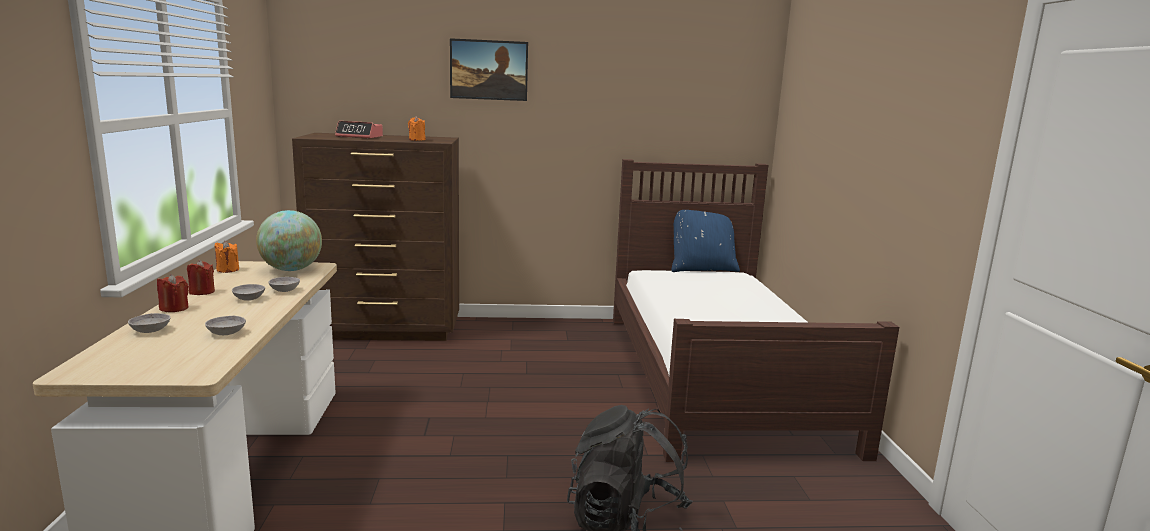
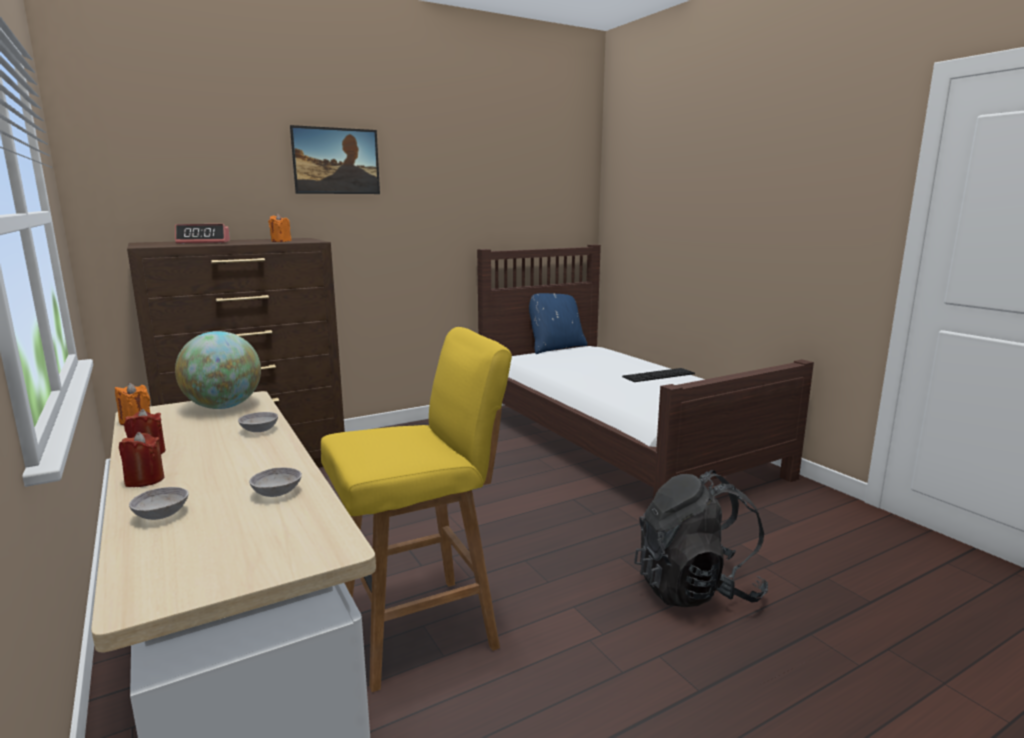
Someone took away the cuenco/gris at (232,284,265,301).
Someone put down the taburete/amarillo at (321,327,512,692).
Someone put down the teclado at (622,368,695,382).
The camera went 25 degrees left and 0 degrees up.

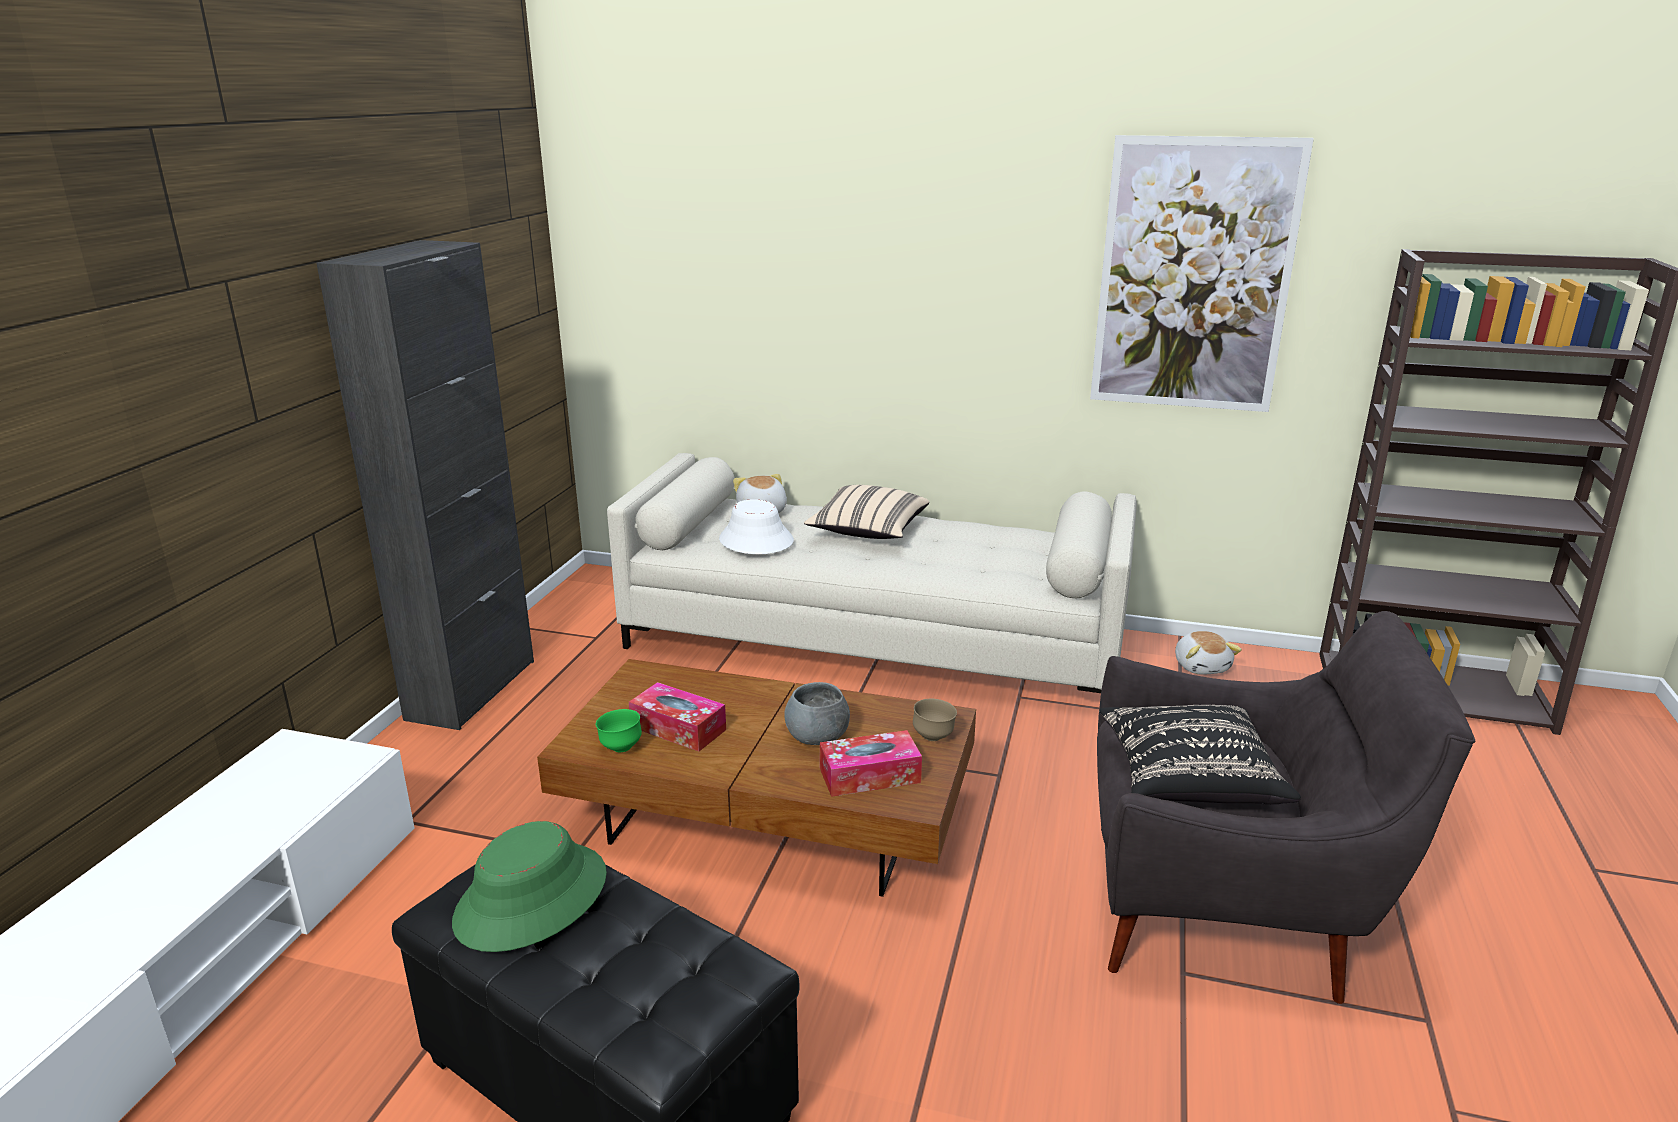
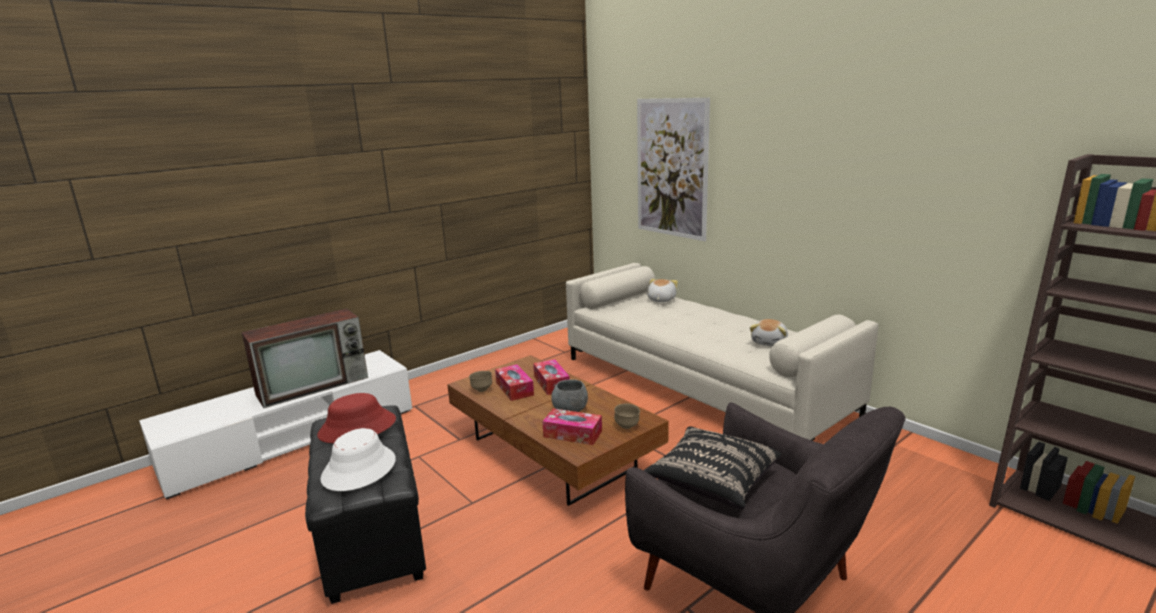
Someone took away the armario/negro at (317,240,534,730).
Someone took away the cojín/beis at (804,485,929,539).
Someone put down the televisor at (241,309,368,408).
Someone put down the caja de pañuelos at (533,359,570,395).
Someone carried the sombrero/blanco from (719,499,794,554) to (321,428,396,491).
Someone carried the cuadro from (1090,135,1314,412) to (637,98,710,241).
Someone carried the peluche from (1175,631,1242,675) to (750,319,788,346).
Someone repainted the sombrero/verde at (452,821,607,952), which became the sombrero/rojo at (317,393,396,444).
Someone repainted the cuenco/verde at (596,709,642,752), which became the cuenco/marrón at (469,371,492,392).
The camera went 35 degrees right and 5 degrees down.

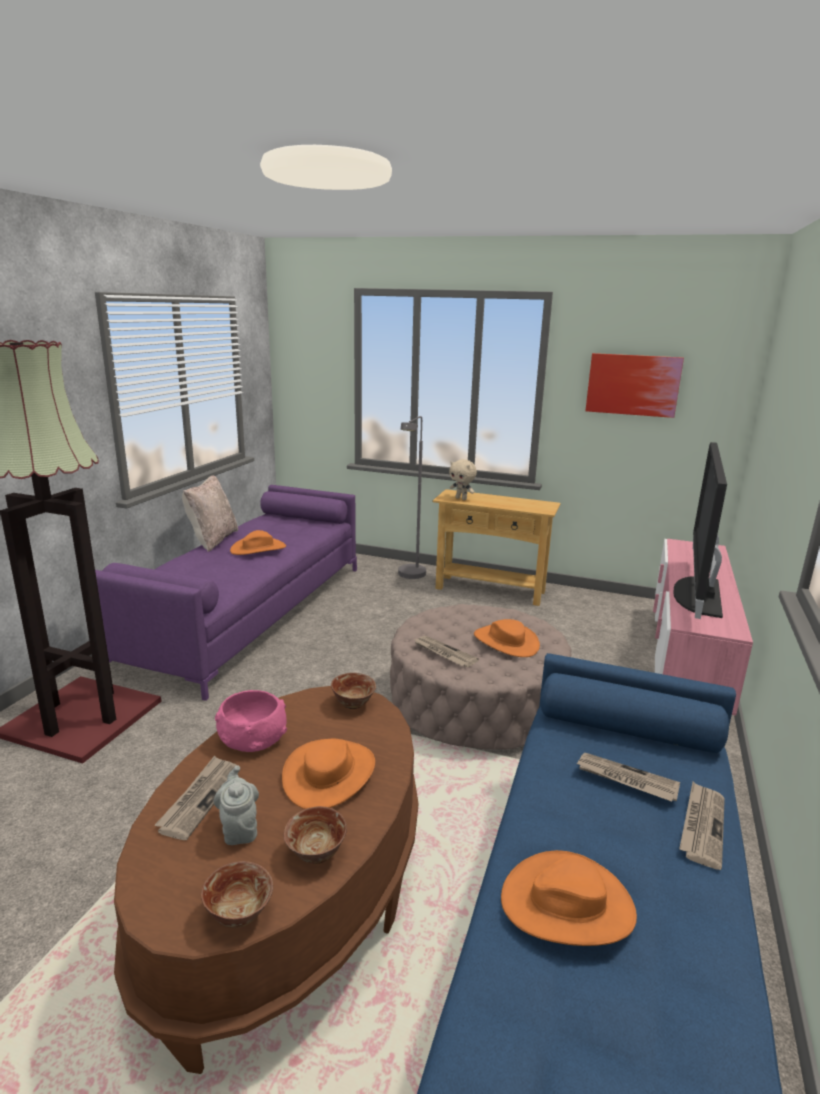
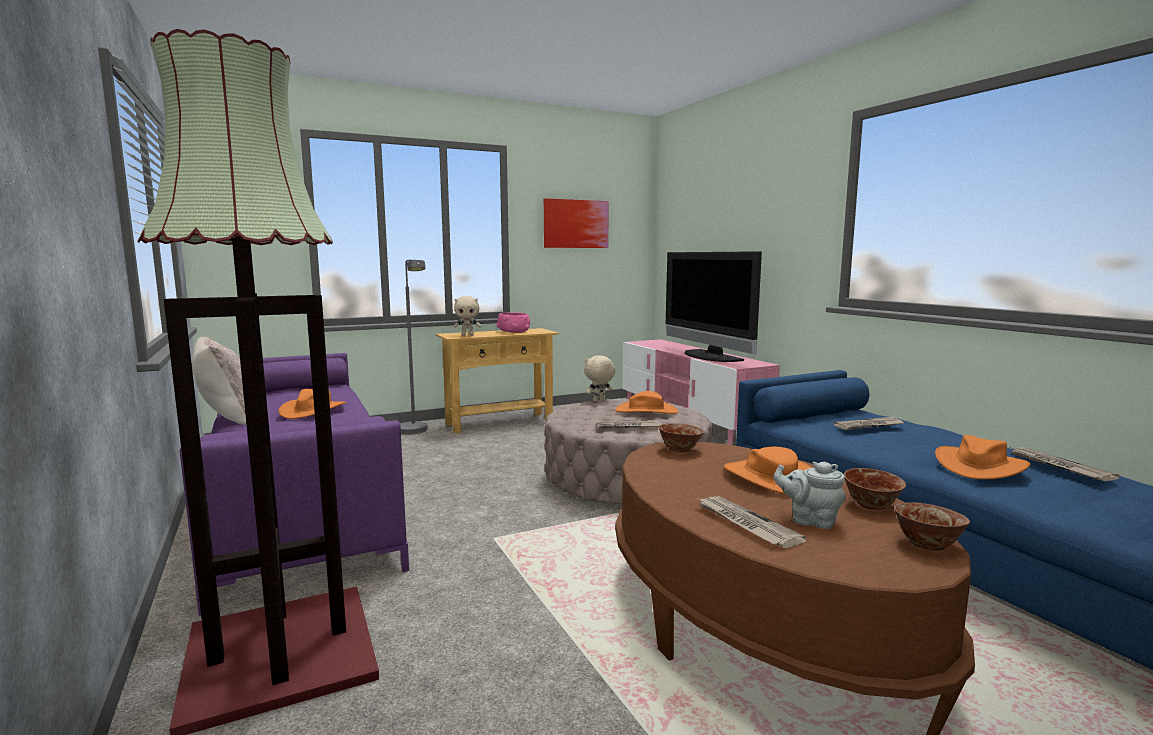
Someone put down the peluche/beis at (584,355,615,402).
Someone carried the cuenco/rosa from (215,690,287,752) to (496,312,530,333).
Someone carried the periódico from (679,782,725,870) to (1010,447,1120,481).
The camera went 45 degrees left and 10 degrees down.

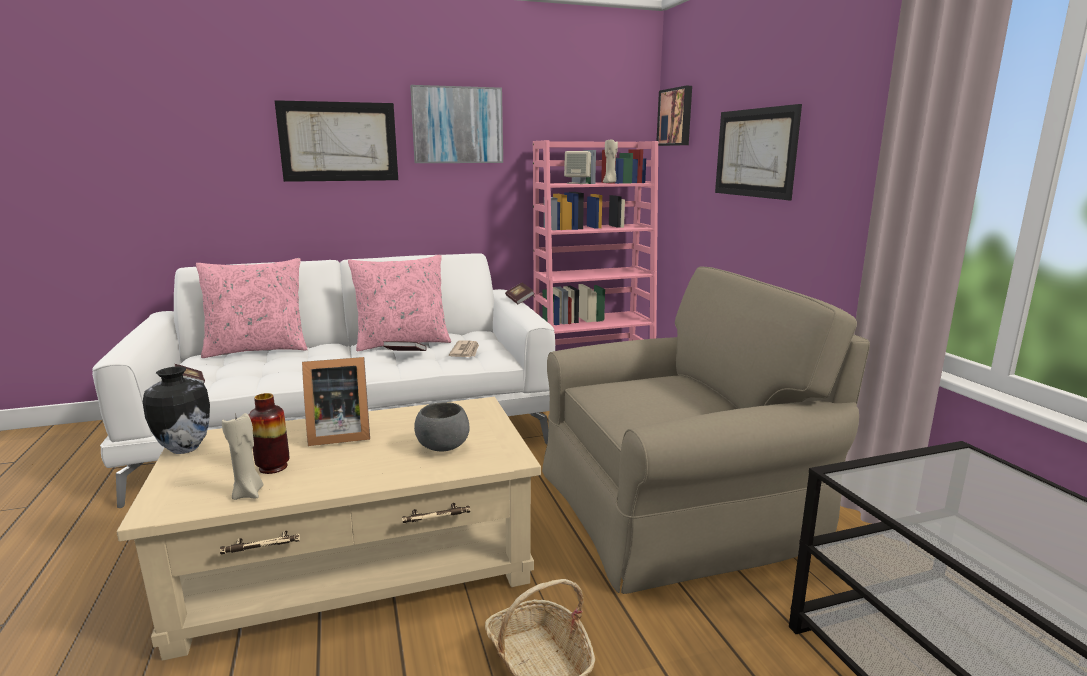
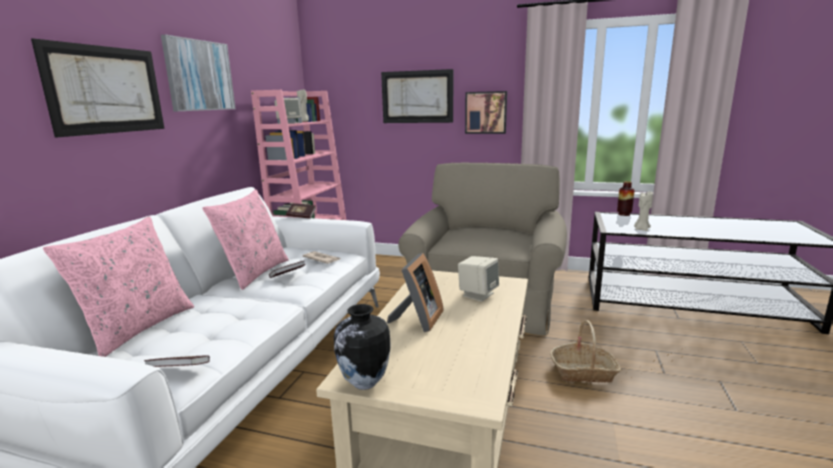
Someone carried the vela/beis from (222,413,264,500) to (634,191,653,231).
Someone carried the florero from (249,393,290,474) to (617,181,635,216).
Someone carried the cuadro from (657,86,692,146) to (465,91,507,134).
Someone swapped the cuenco/gris at (414,402,470,451) for the altavoz/beis at (458,256,499,302).
The camera went 55 degrees left and 0 degrees up.

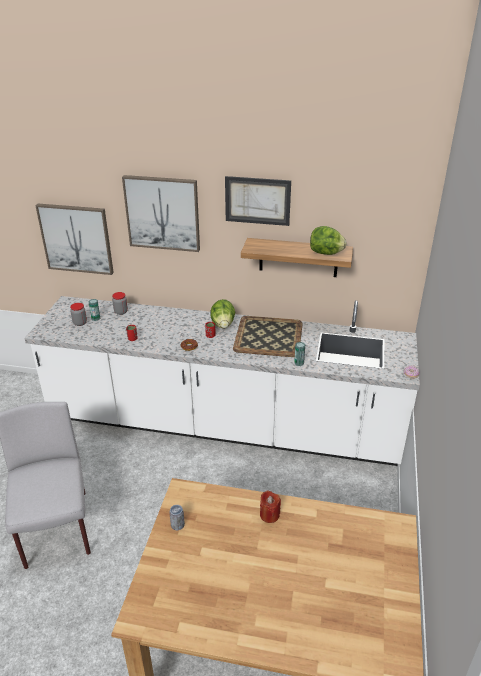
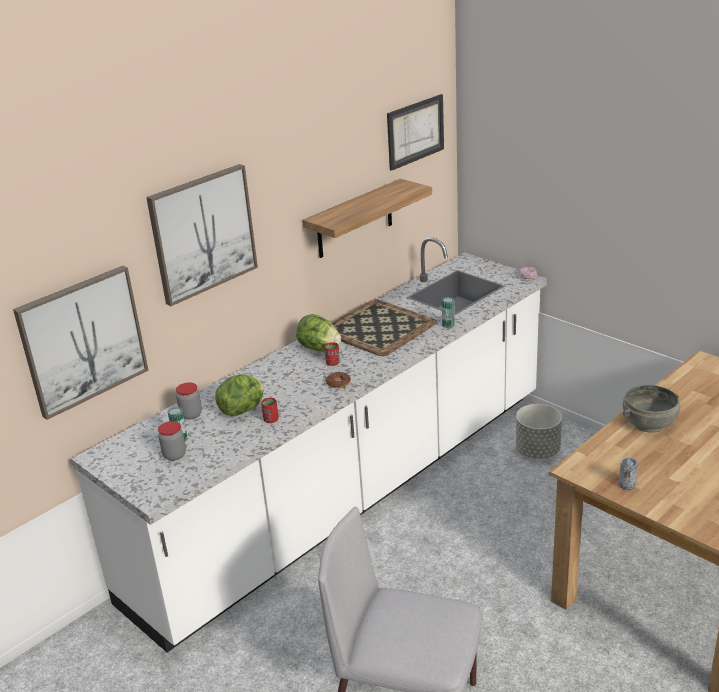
Someone put down the maceta/gris at (516,404,562,459).
Someone carried the cuadro from (225,176,291,226) to (387,94,444,171).
Someone carried the lechuga from (310,226,347,255) to (215,374,264,416).
Someone swapped the vela/rojo at (260,490,281,523) for the cuenco/gris at (623,385,680,433).
The camera went 55 degrees left and 5 degrees down.

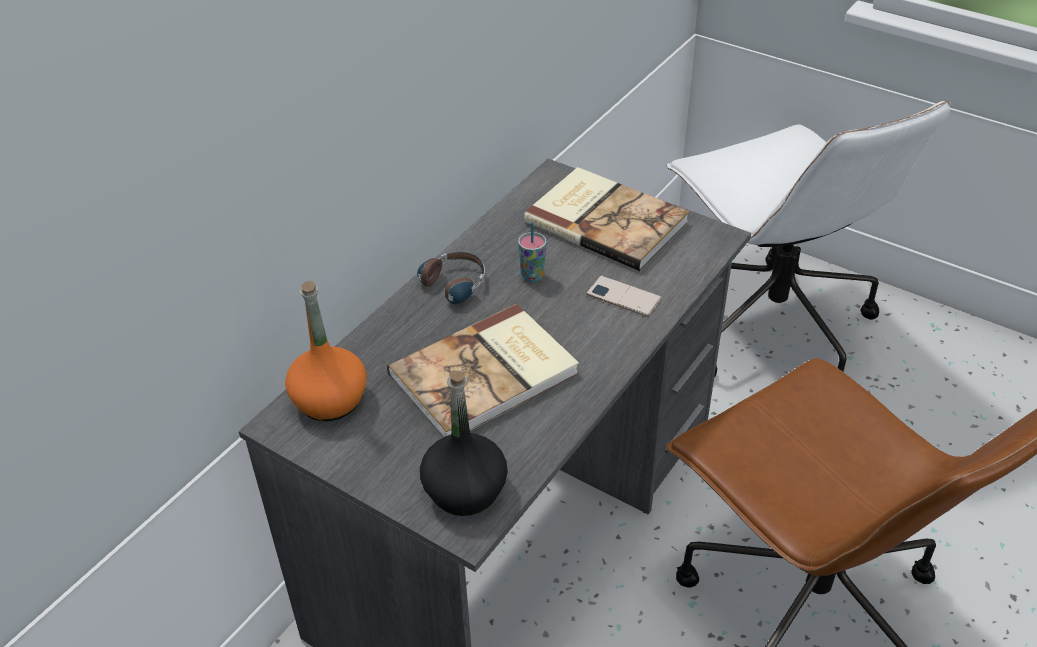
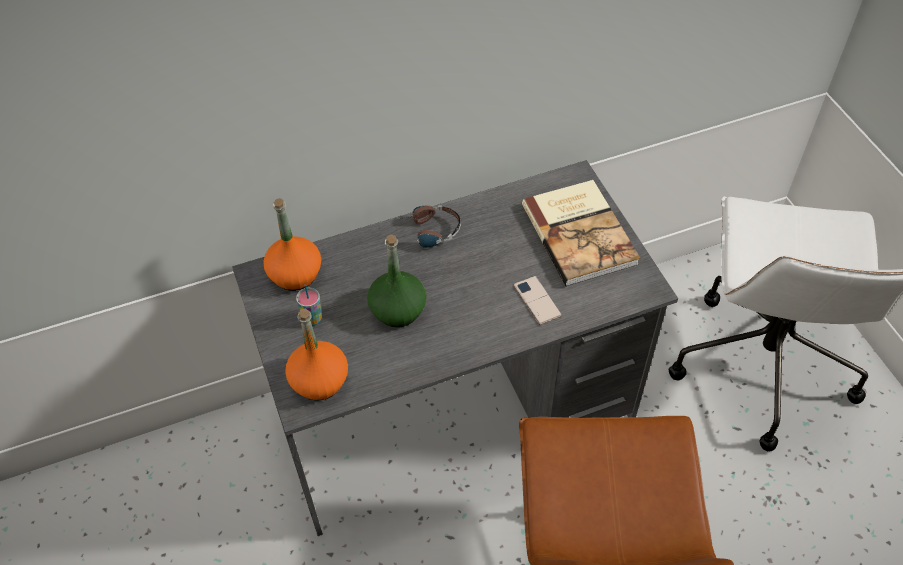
Someone carried the taza from (518,222,547,282) to (296,285,322,325).
Someone swapped the libro at (387,304,579,438) for the botella/verde at (367,234,427,327).
Someone repainted the botella/negro at (420,370,508,516), which became the botella/naranja at (285,308,348,400).
The camera went 35 degrees right and 10 degrees up.

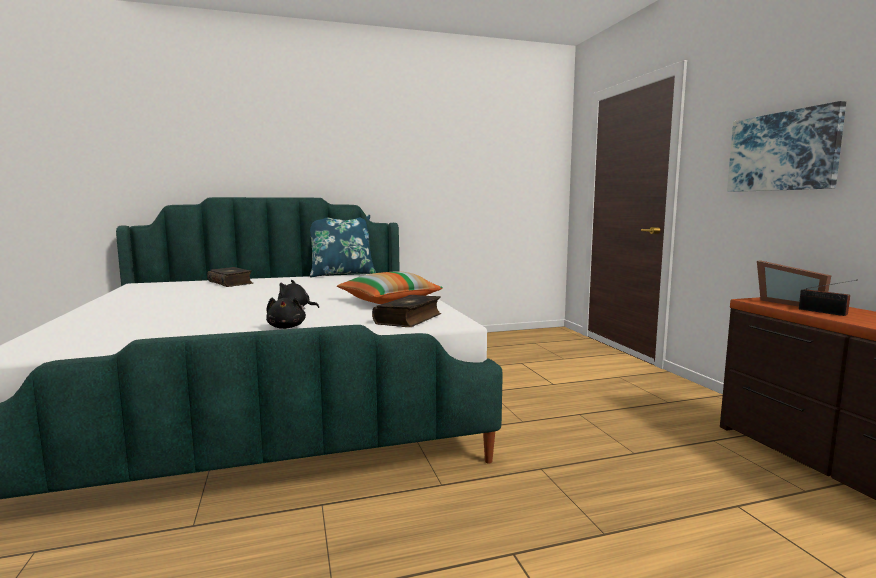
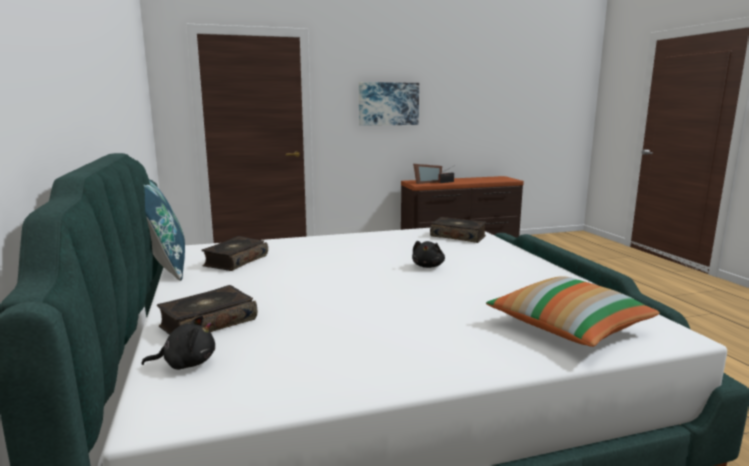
Someone put down the libro at (201,236,268,271).
Someone carried the peluche/negro from (266,297,306,329) to (141,315,215,370).
Someone carried the cojín from (337,271,443,304) to (486,276,660,347).
The camera went 90 degrees left and 5 degrees up.

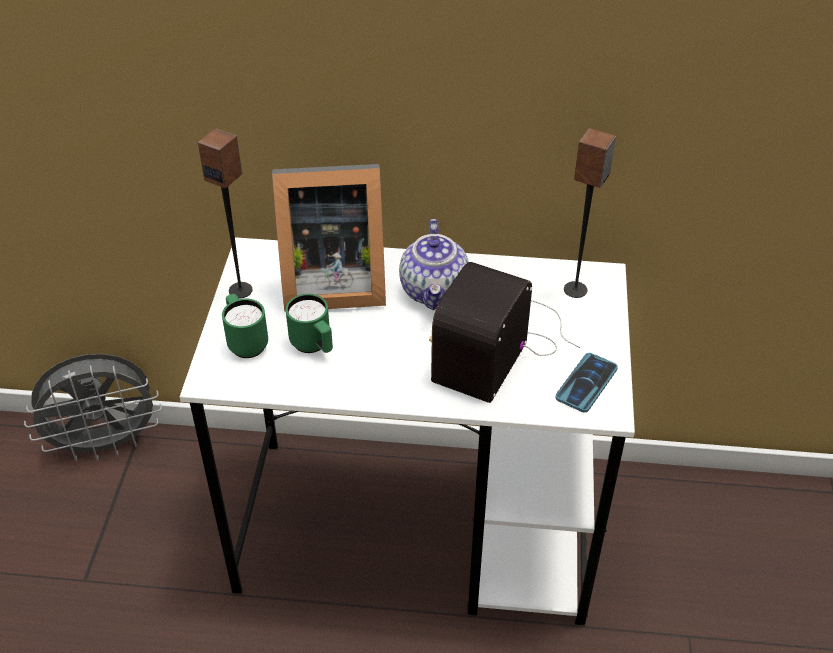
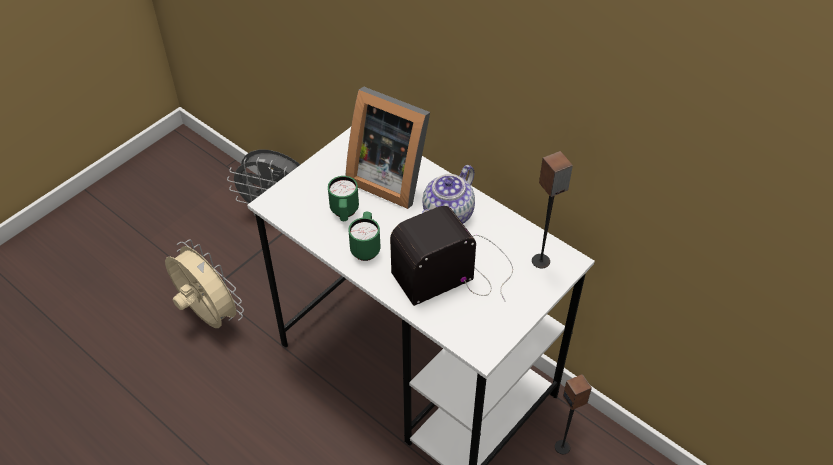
Someone took away the móvil at (555,353,618,412).
Someone put down the ventilador/beis at (165,239,244,328).
Someone carried the altavoz from (198,128,253,299) to (555,374,592,454).
Someone carried the taza grande/verde from (222,294,268,358) to (348,212,380,261).
The camera went 35 degrees right and 5 degrees up.

